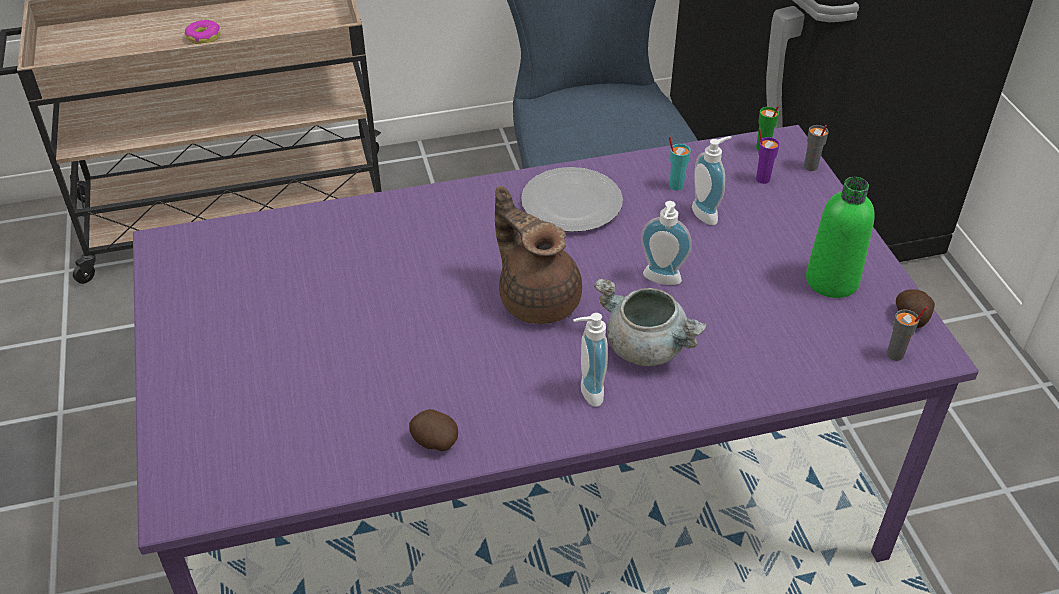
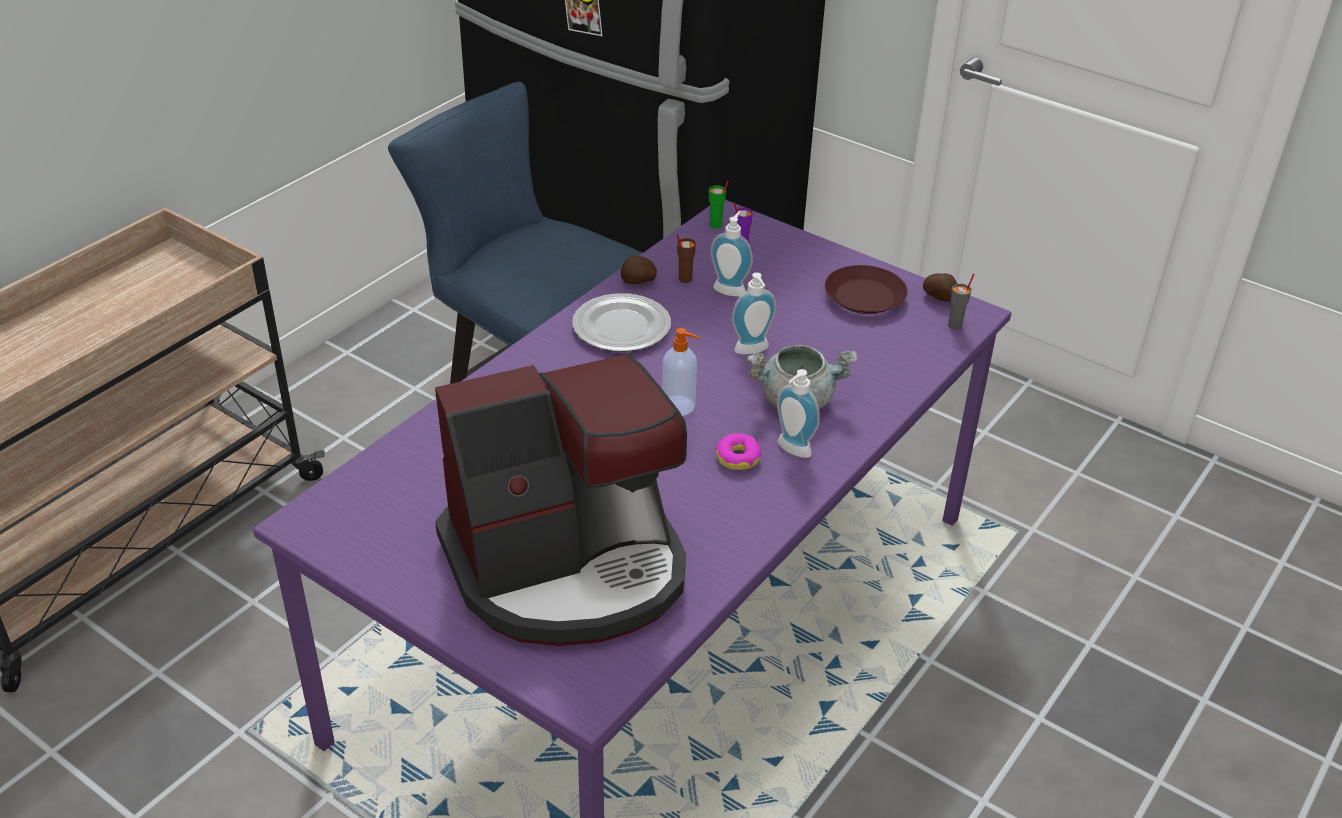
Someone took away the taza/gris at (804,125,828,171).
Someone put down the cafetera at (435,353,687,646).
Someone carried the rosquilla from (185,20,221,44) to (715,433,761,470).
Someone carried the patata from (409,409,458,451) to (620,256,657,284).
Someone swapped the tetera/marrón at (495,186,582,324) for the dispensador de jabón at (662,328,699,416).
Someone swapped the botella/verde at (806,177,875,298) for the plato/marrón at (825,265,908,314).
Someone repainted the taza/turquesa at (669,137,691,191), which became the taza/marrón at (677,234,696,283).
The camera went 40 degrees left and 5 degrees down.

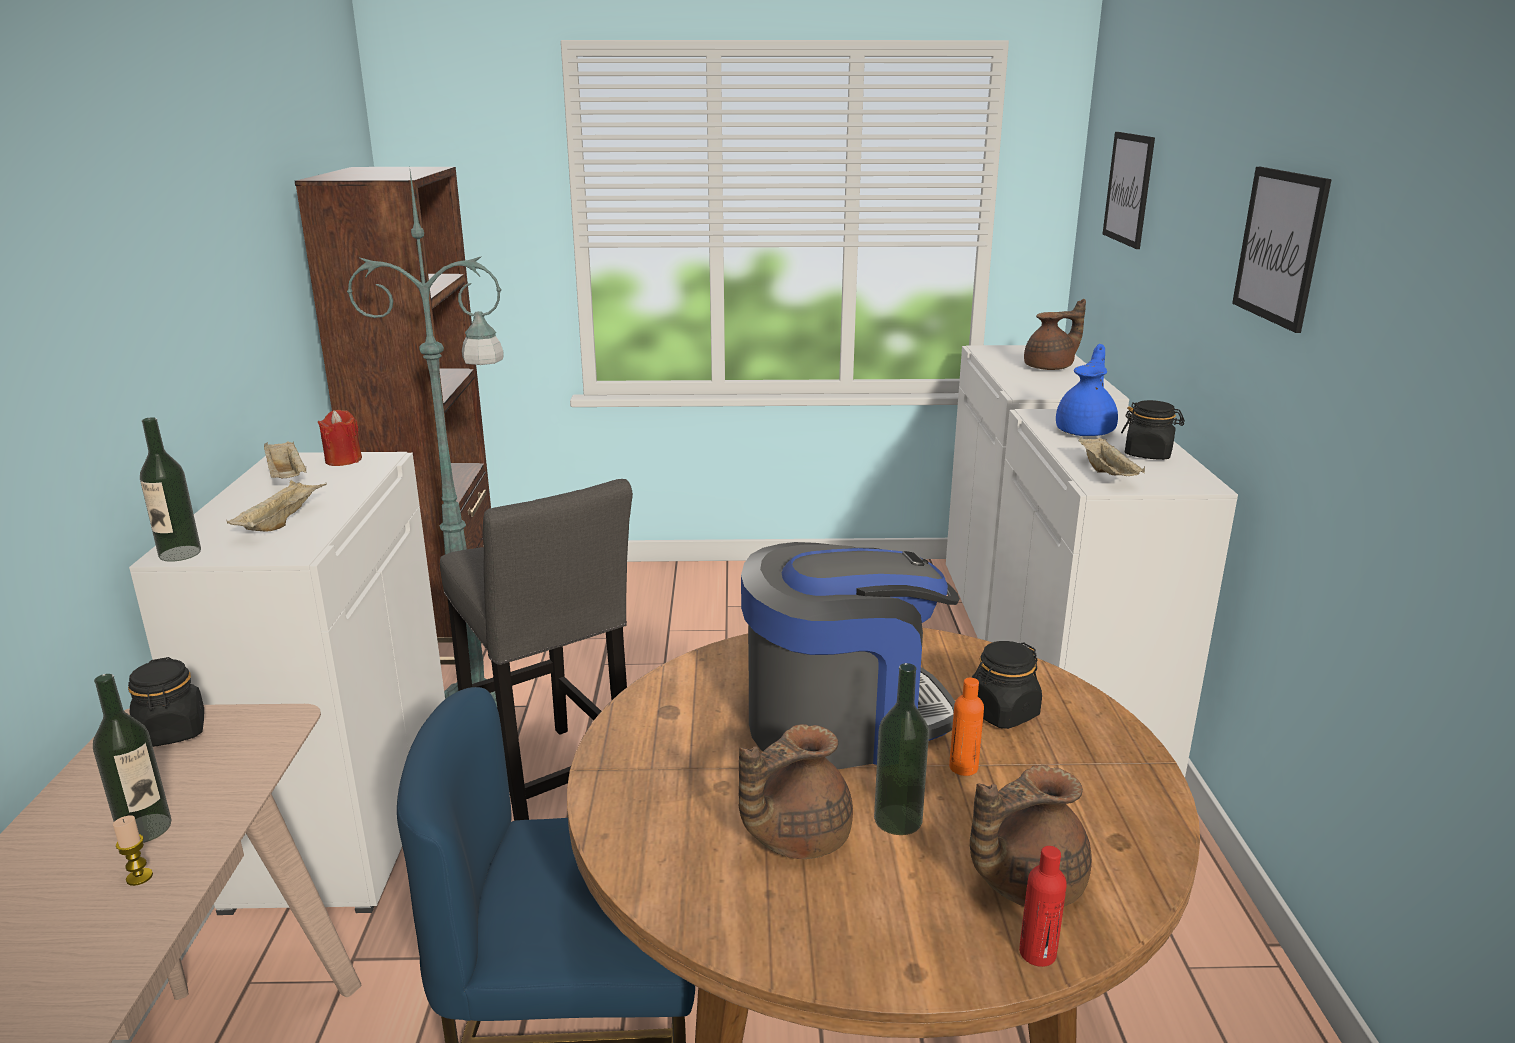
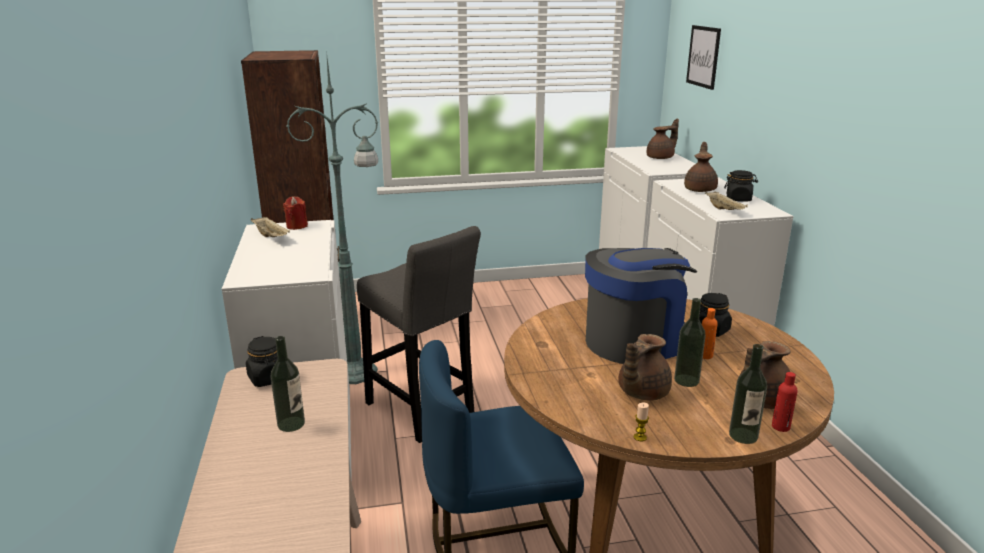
Someone took away the bandeja/beis at (227,480,326,532).
Someone took away the cuadro at (1232,167,1332,333).
Someone carried the vela from (113,816,153,886) to (634,403,649,441).
Someone carried the botella from (140,417,201,562) to (729,344,767,444).
Someone repainted the tetera/azul at (1056,344,1118,436), which became the tetera/marrón at (684,142,718,192).
The camera went 10 degrees left and 0 degrees up.

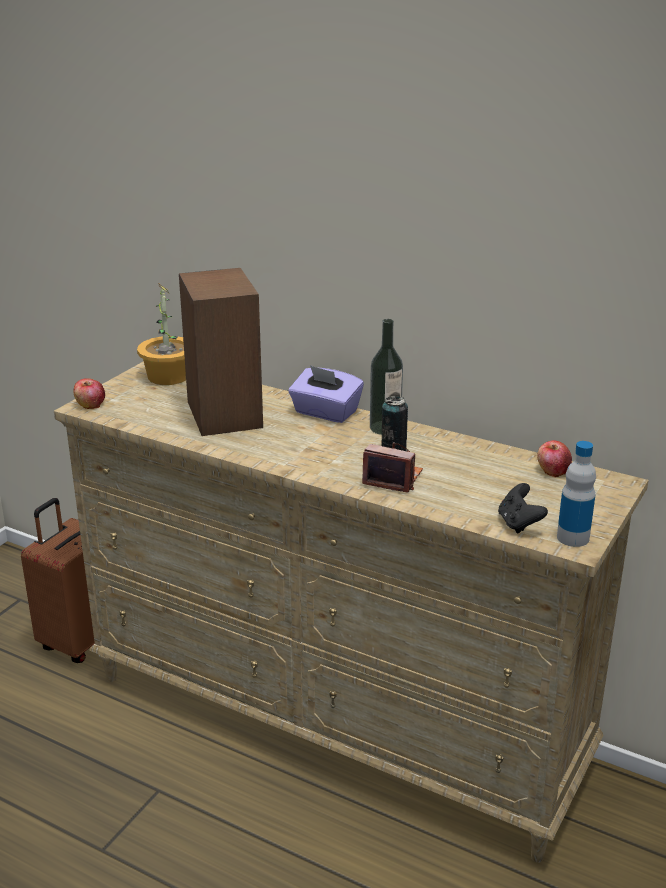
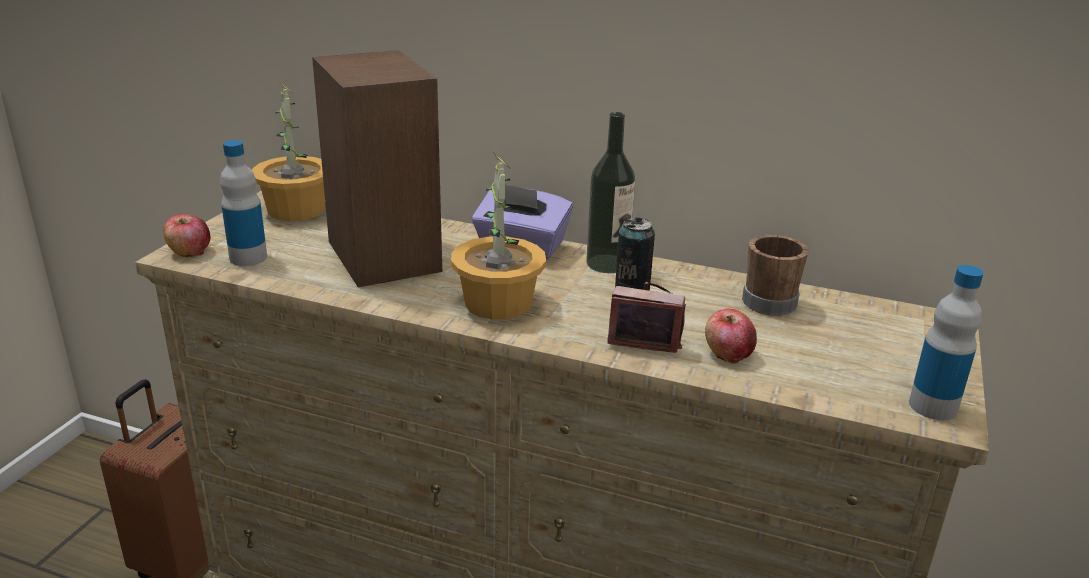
Someone took away the mando de consola/negro at (498,483,548,533).
Someone put down the botella at (220,140,267,266).
Someone put down the planta en maceta at (451,151,546,319).
Someone put down the taza grande/marrón at (742,235,809,316).
Someone carried the manzana from (537,440,572,477) to (705,308,757,364).
The camera went 10 degrees left and 0 degrees up.

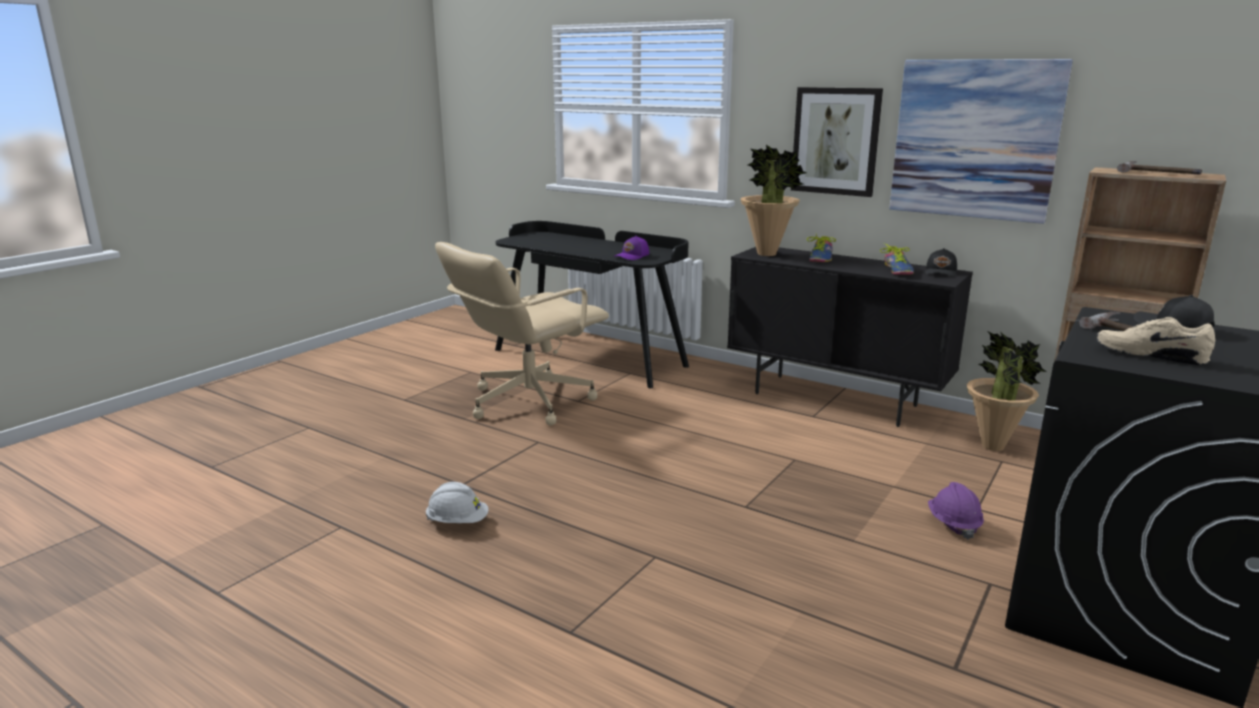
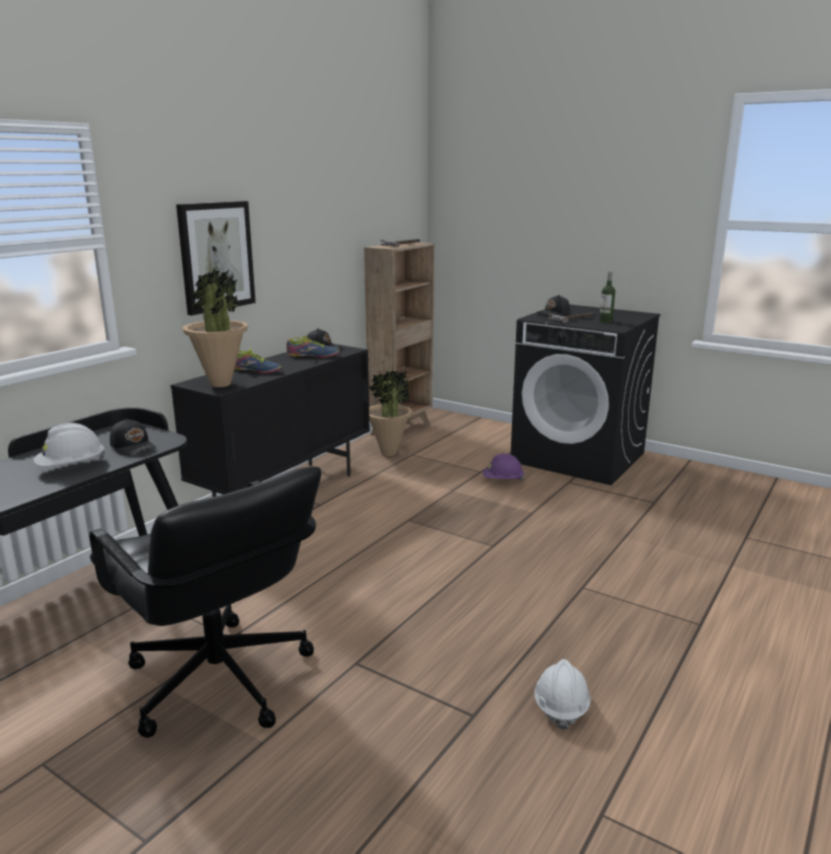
Someone took away the cuadro at (889,59,1073,224).
Someone put down the casco/blanco at (34,423,105,466).
Someone swapped the zapato/beis at (1096,317,1215,365) for the botella at (599,271,615,323).
Someone repainted the silla de oficina/beis at (435,242,609,426), which became the silla de oficina/negro at (89,466,321,738).
Someone repainted the gorra/morado at (614,236,649,260), which became the gorra/negro at (110,419,156,455).
The camera went 90 degrees left and 0 degrees up.

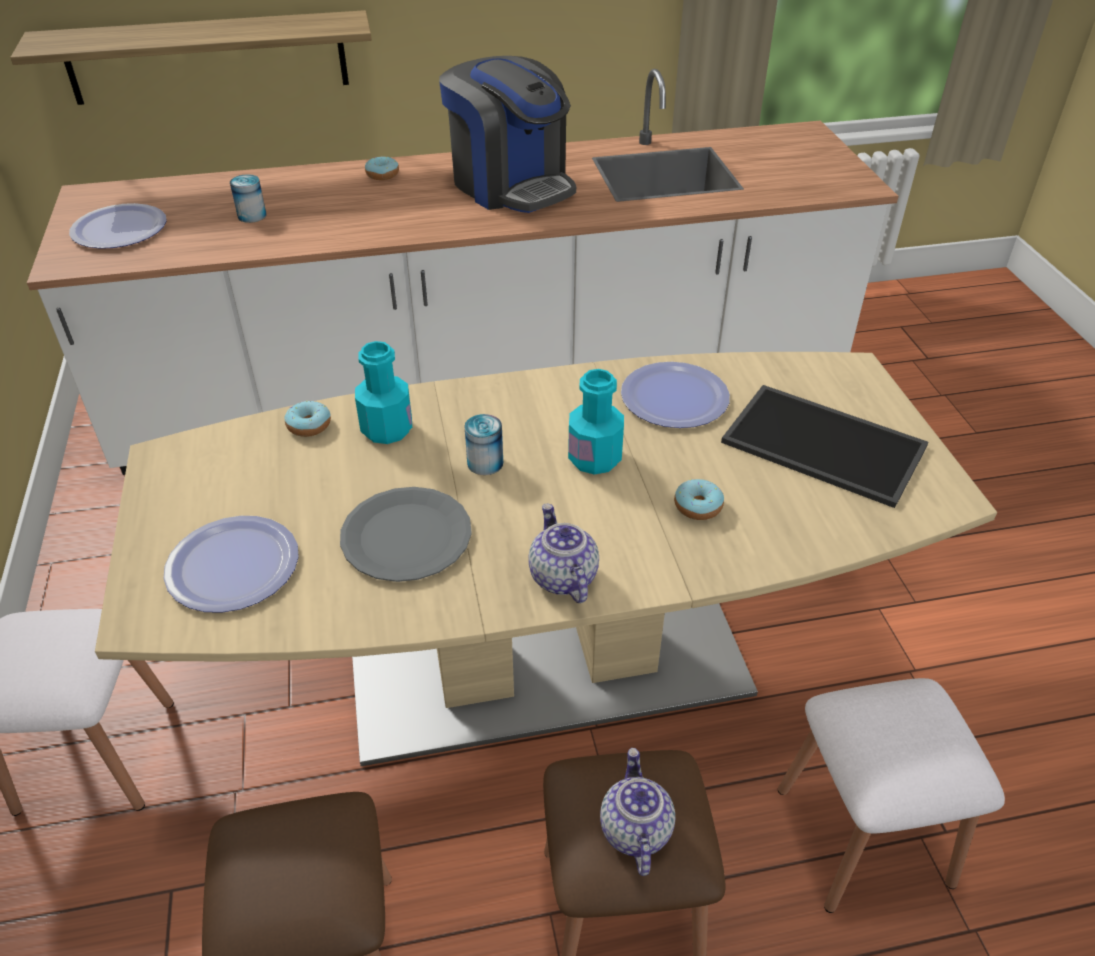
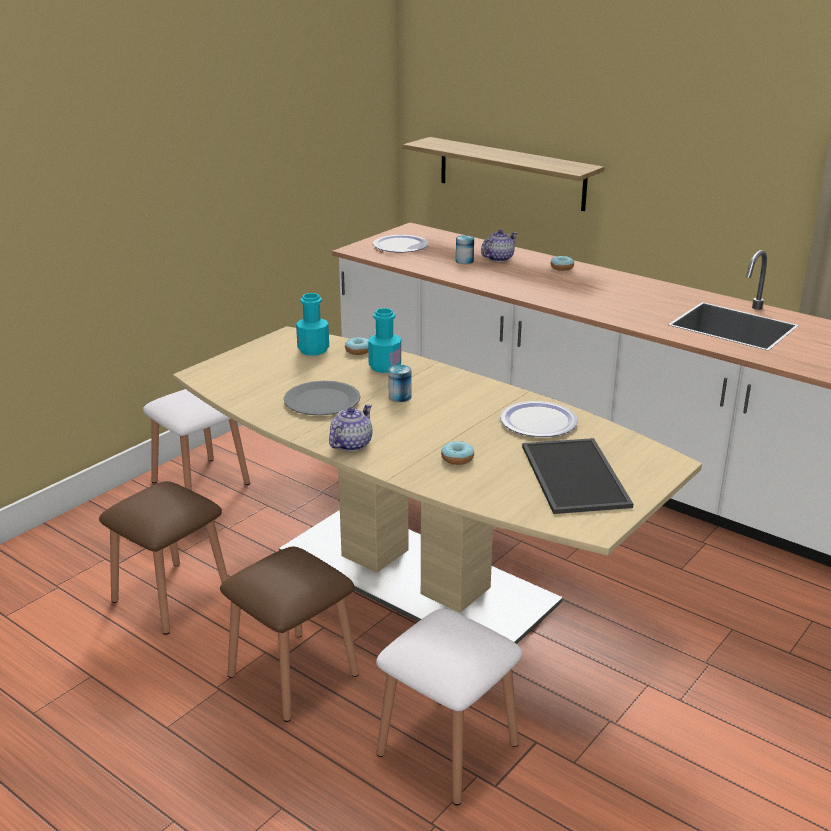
Someone took away the plato at (163,516,299,613).
Someone took away the cafetera at (439,56,576,213).
Someone carried the botella/turquesa from (568,369,624,475) to (296,293,329,355).
Someone carried the tetera from (600,748,675,876) to (481,230,518,262).
The camera went 50 degrees right and 15 degrees down.

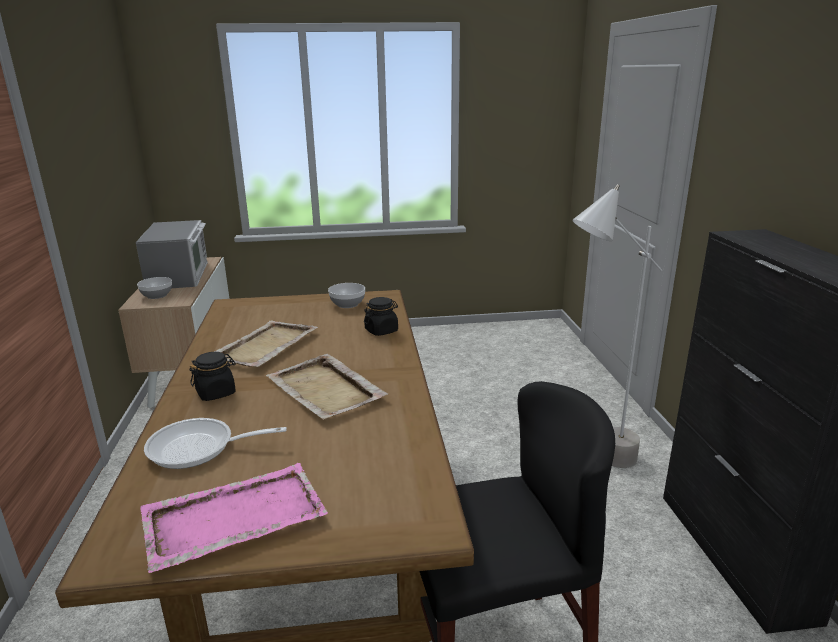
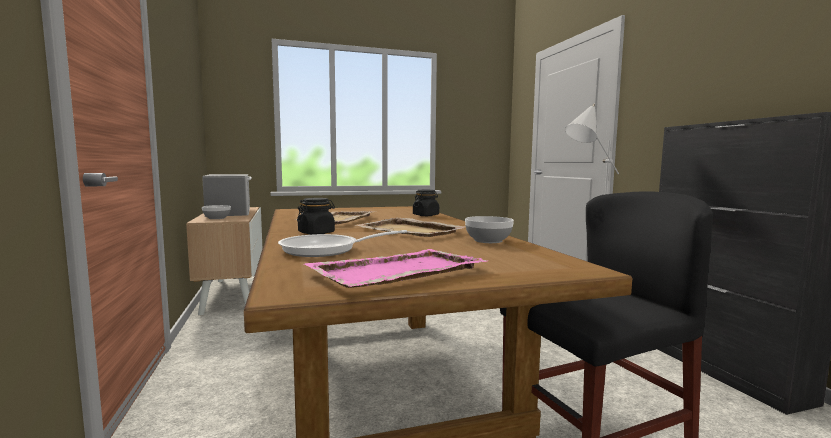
Someone carried the cuenco from (328,283,365,308) to (465,216,514,243).
The camera went 10 degrees left and 15 degrees down.

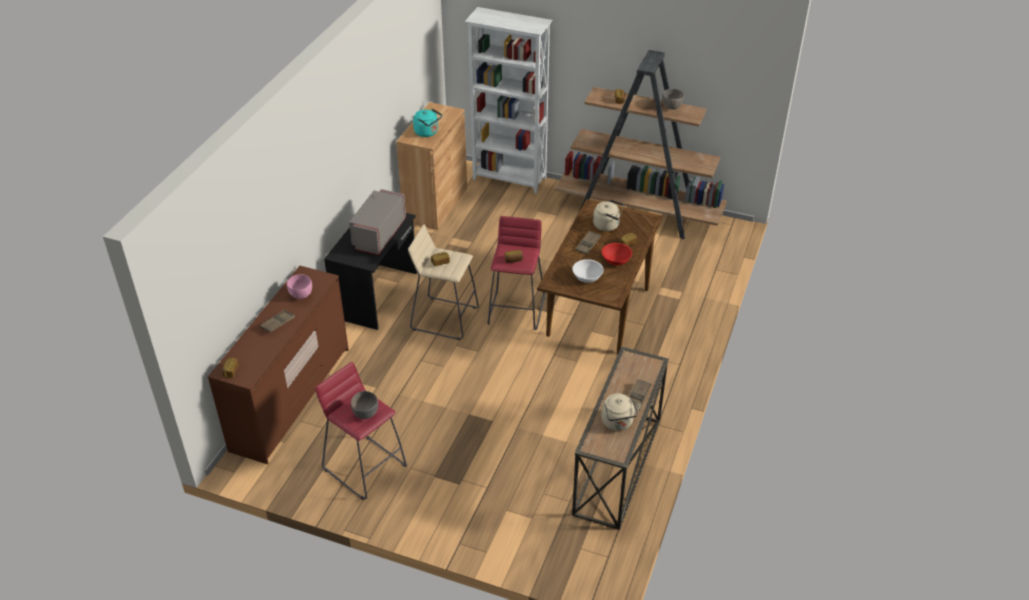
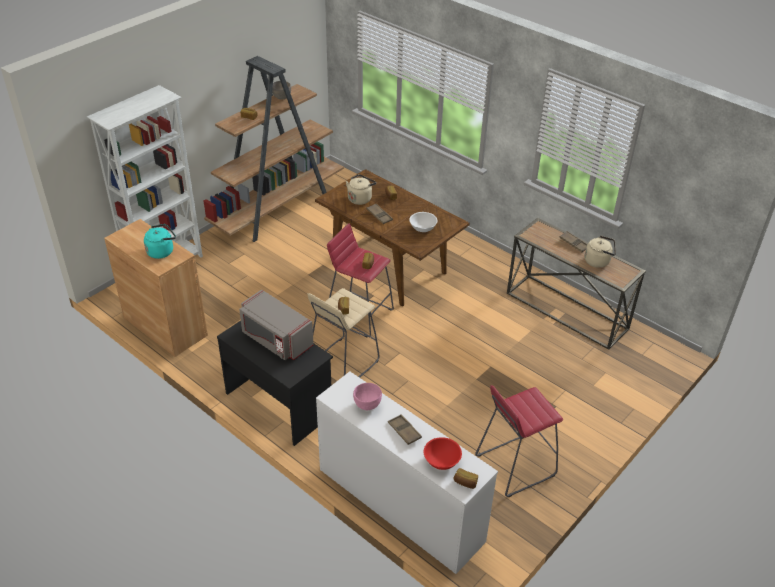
Someone took away the cuenco/gris at (351,391,378,419).
Someone carried the cuenco/rojo from (602,243,632,266) to (424,437,462,470).
Someone repainted the cómoda/marrón at (208,266,349,464), which became the cómoda/blanco at (316,371,498,574).
The camera went 70 degrees left and 0 degrees up.

